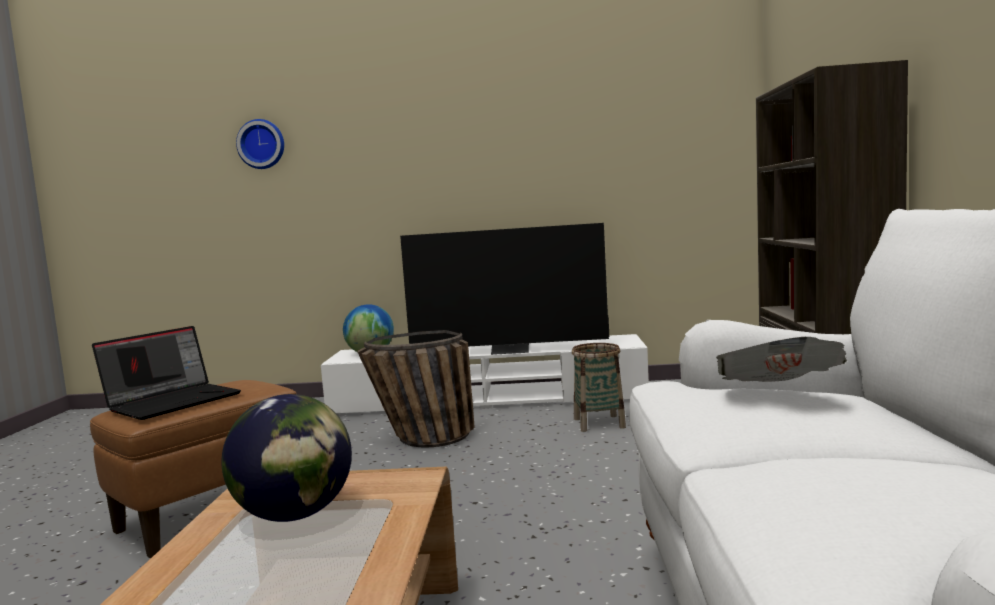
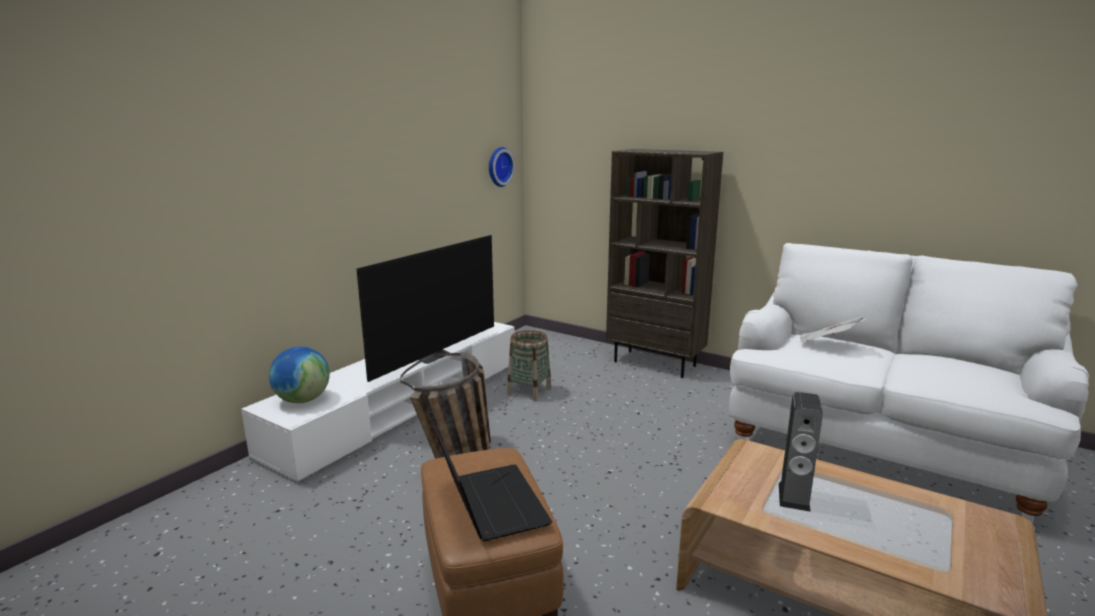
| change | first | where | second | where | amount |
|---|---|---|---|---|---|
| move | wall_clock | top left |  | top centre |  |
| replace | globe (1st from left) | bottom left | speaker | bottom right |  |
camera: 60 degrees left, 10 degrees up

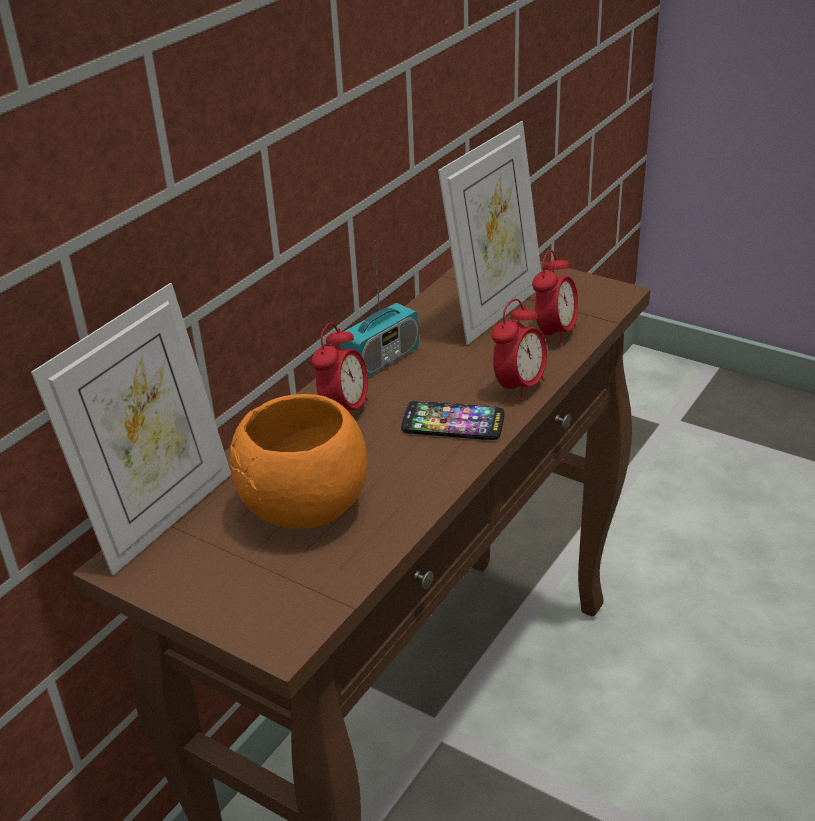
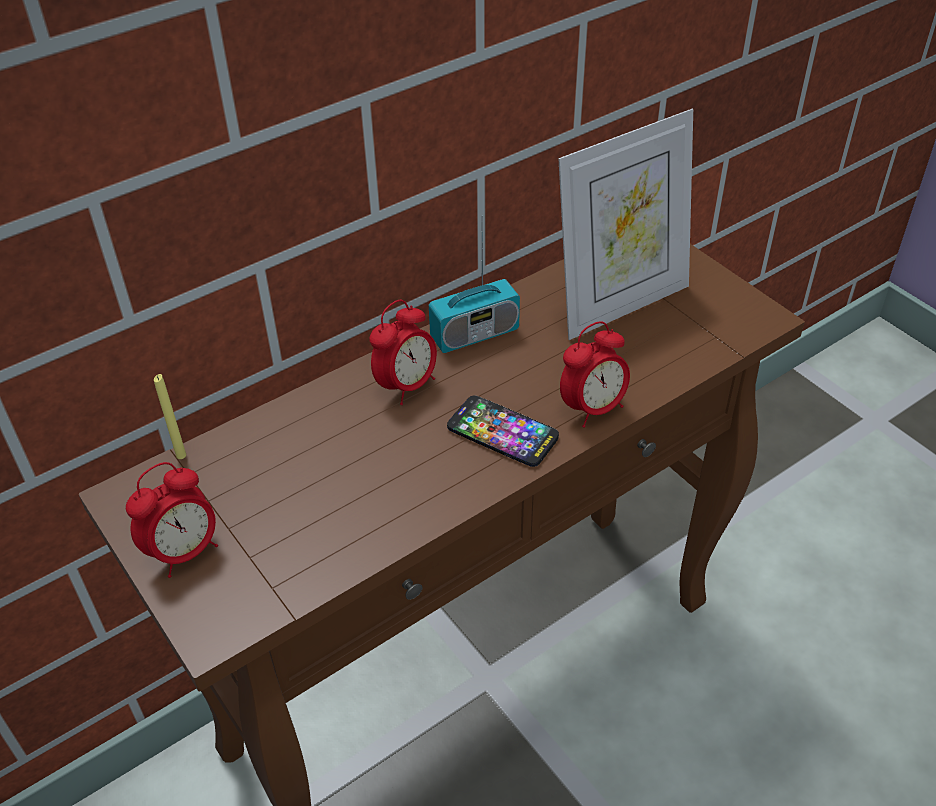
| change | first | where | second | where | amount |
|---|---|---|---|---|---|
| move | alarm_clock (3rd from left in the first image) | middle right | alarm_clock (1st from left) | middle left |  |
| replace | picture_frame (1st from left) | middle left | yellow_candle | middle left |  |
| delete | orange_bowl | centre |  |  |  |
camera: 20 degrees right, 10 degrees up

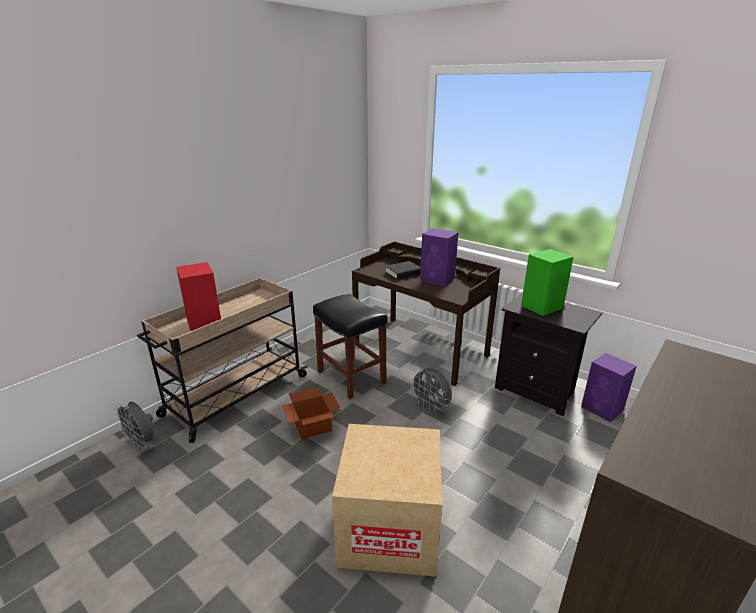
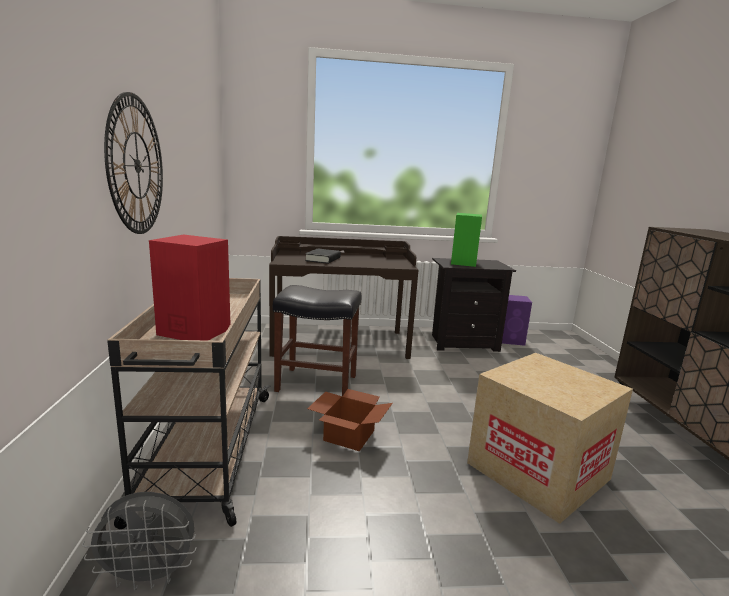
| change | first | where | second | where | amount |
|---|---|---|---|---|---|
| delete | purple_speaker (1st from left) | centre |  |  |  |
| delete | grey_fan (2nd from left) | centre |  |  |  |
| insert |  |  | wall_clock | top left |  |
camera: 45 degrees left, 10 degrees down

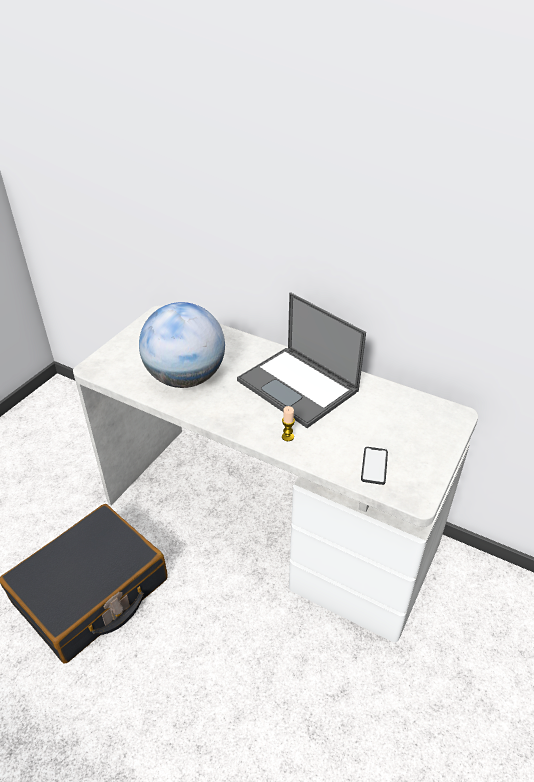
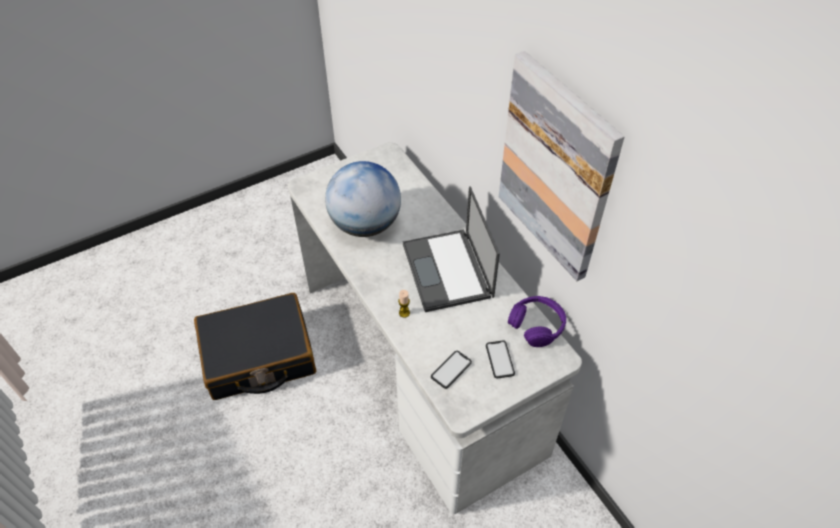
| change | first | where | second | where | amount |
|---|---|---|---|---|---|
| insert |  |  | picture | top right |  |
| insert |  |  | purple_headphones | centre |  |
| insert |  |  | phone (2nd from left) | bottom centre |  |
camera: 30 degrees right, 10 degrees up

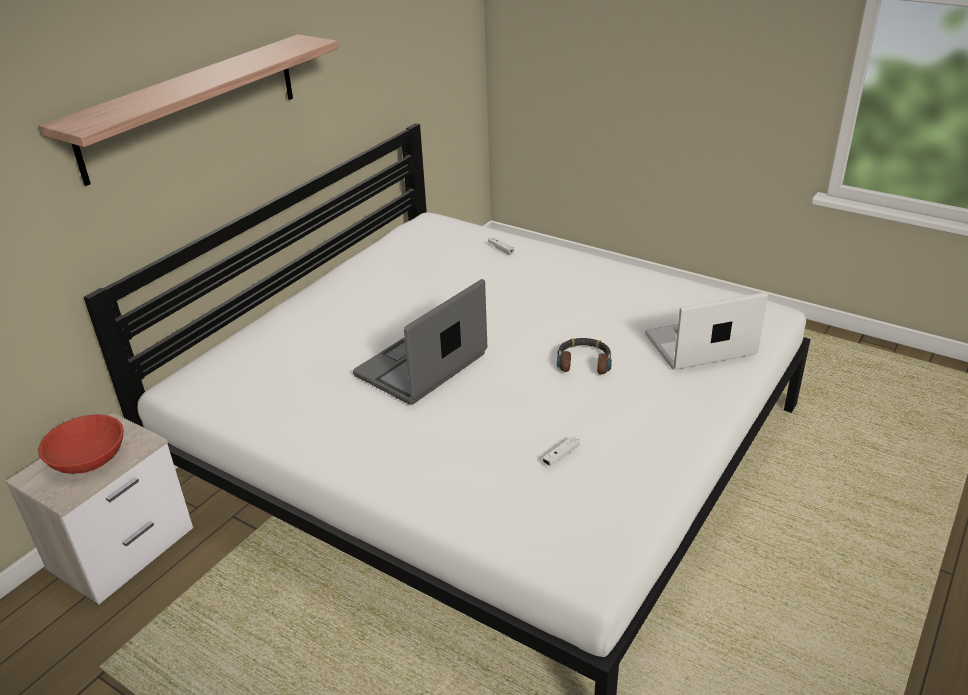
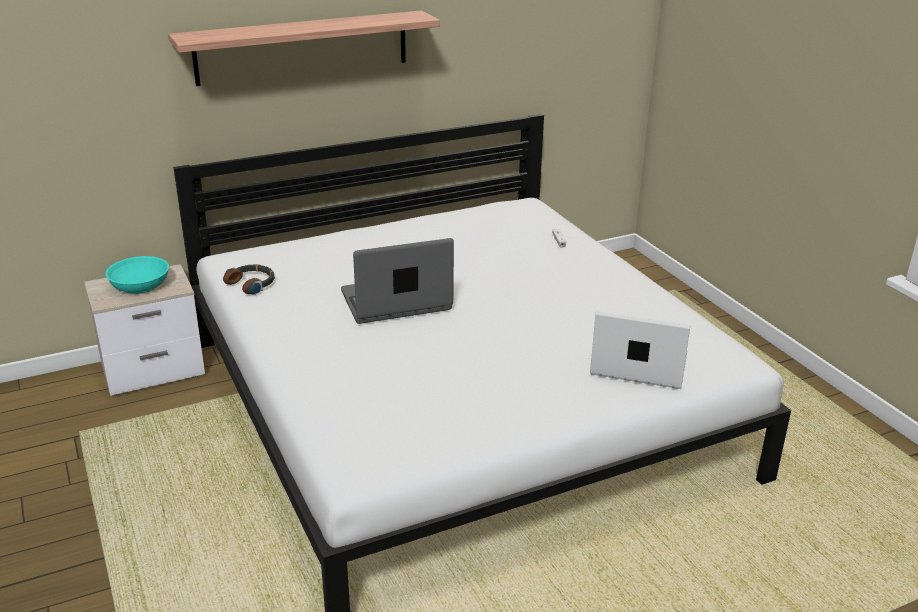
| change | first | where | second | where | amount |
|---|---|---|---|---|---|
| move | headphones | centre |  | middle left |  |
| recolor | red_bowl | middle left | turquoise_bowl | middle left |  |
| delete | white_game_controller (2nd from left) | centre |  |  |  |
camera: 30 degrees right, 5 degrees down

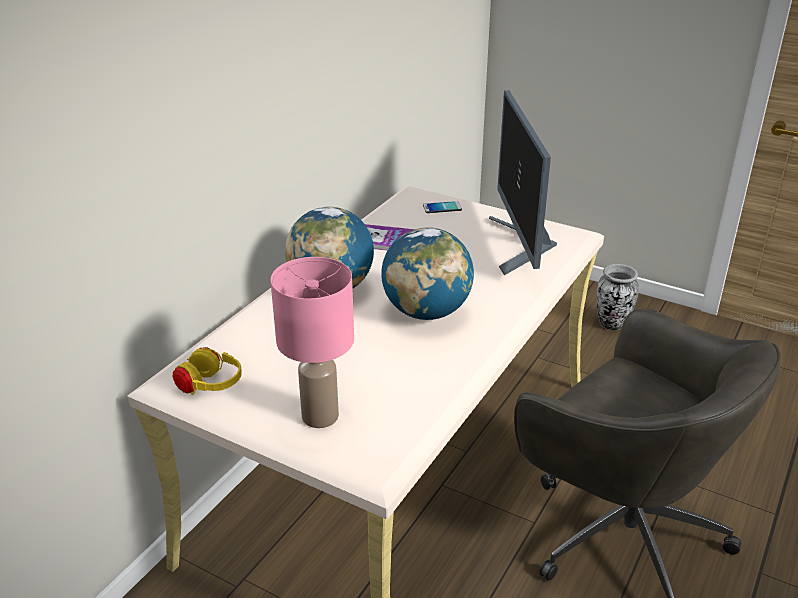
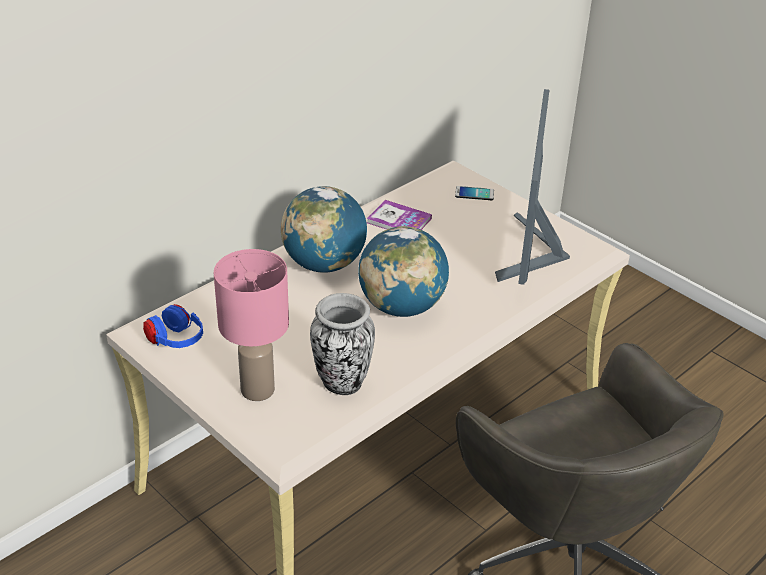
| change | first | where | second | where | amount |
|---|---|---|---|---|---|
| move | vase | middle right |  | centre |  |
| recolor | yellow_headphones | middle left | blue_headphones | middle left |  |
camera: 15 degrees right, 5 degrees up

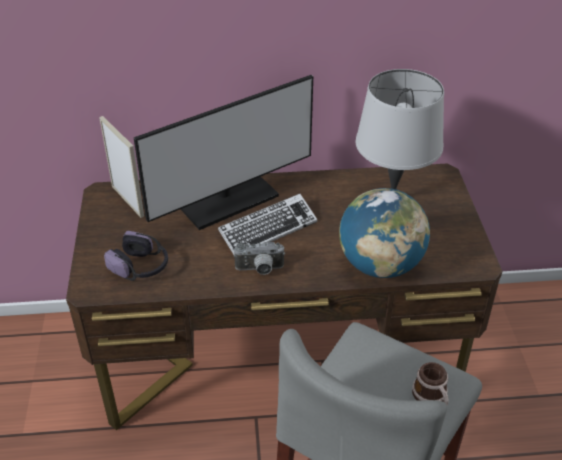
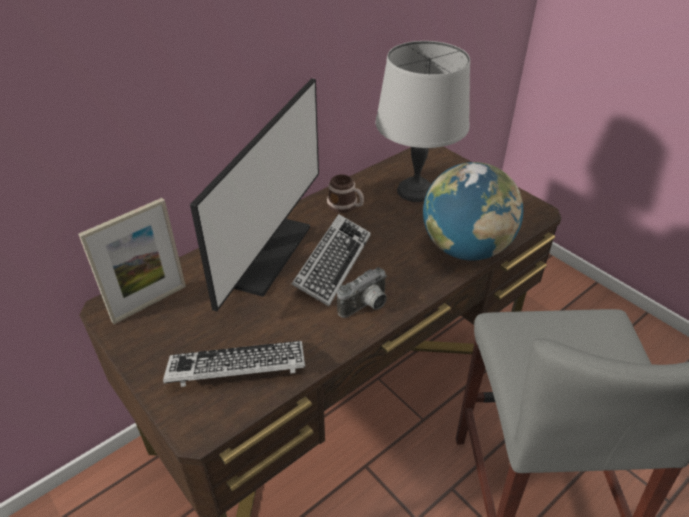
| change | first | where | second | where | amount |
|---|---|---|---|---|---|
| rotate | picture_frame | middle left |  | middle left | 120 degrees clockwise |
| replace | headphones | middle left | keyboard (1st from left) | bottom centre |  |
| move | mug | bottom right |  | centre |  |
camera: 35 degrees left, 0 degrees up

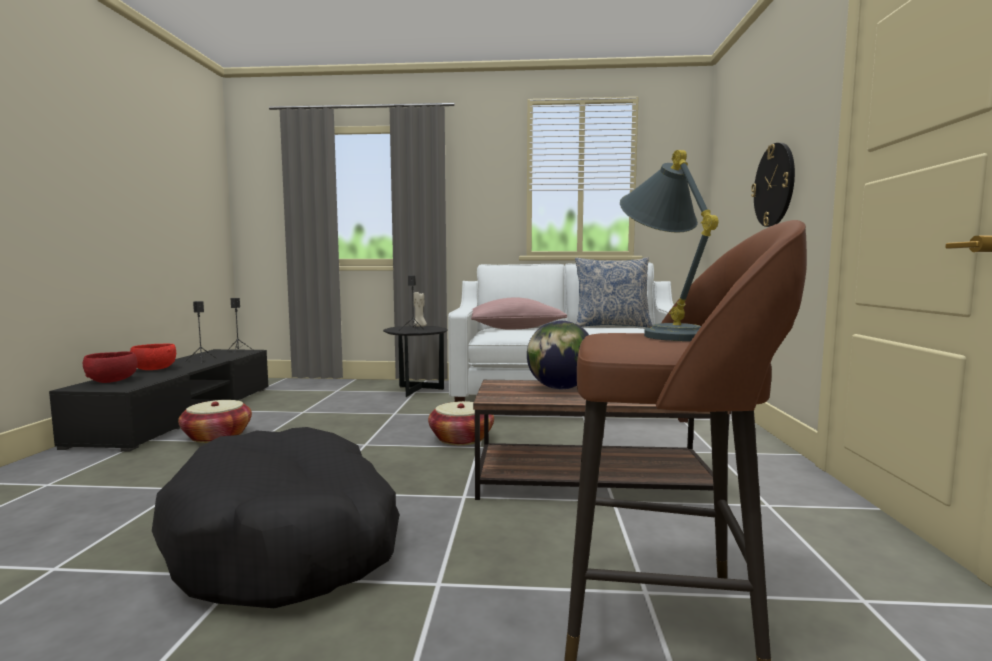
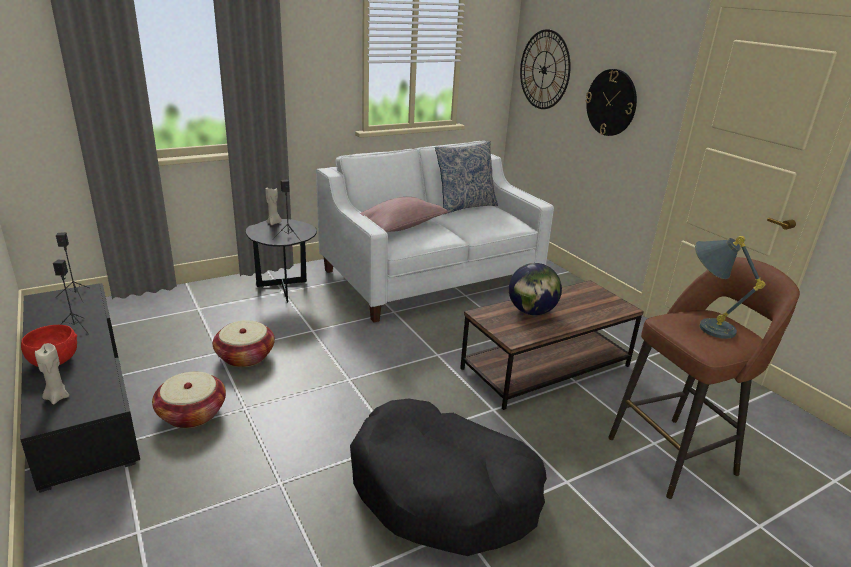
| change | first | where | second | where | amount |
|---|---|---|---|---|---|
| replace | red_bowl (1st from left) | middle left | beige_candle (1st from left) | middle left |  |
| move | basket (2nd from left) | centre |  | middle left |  |
| insert |  |  | wall_clock (1st from left) | top centre |  |
camera: 35 degrees left, 20 degrees up

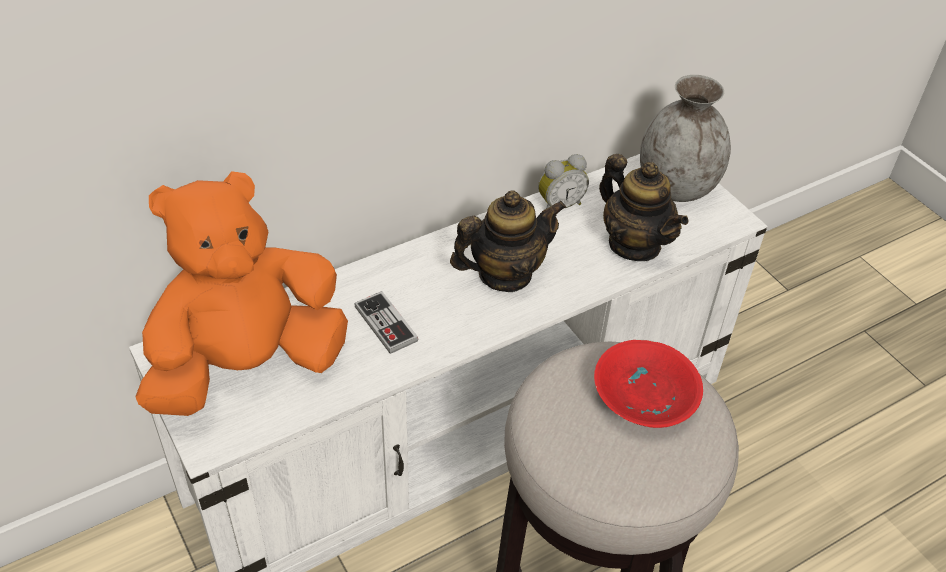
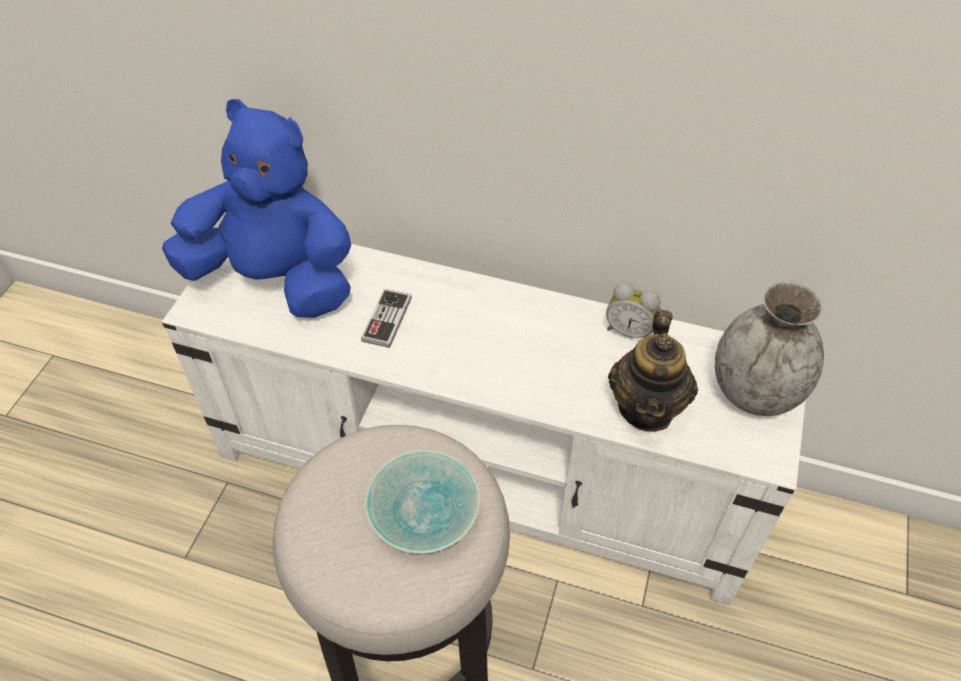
| change | first | where | second | where | amount |
|---|---|---|---|---|---|
| recolor | orange_plush_toy | middle left | blue_plush_toy | top left |  |
| delete | teapot (1st from left) | centre |  |  |  |
| recolor | red_bowl | bottom right | turquoise_bowl | bottom centre |  |
camera: 50 degrees right, 5 degrees up

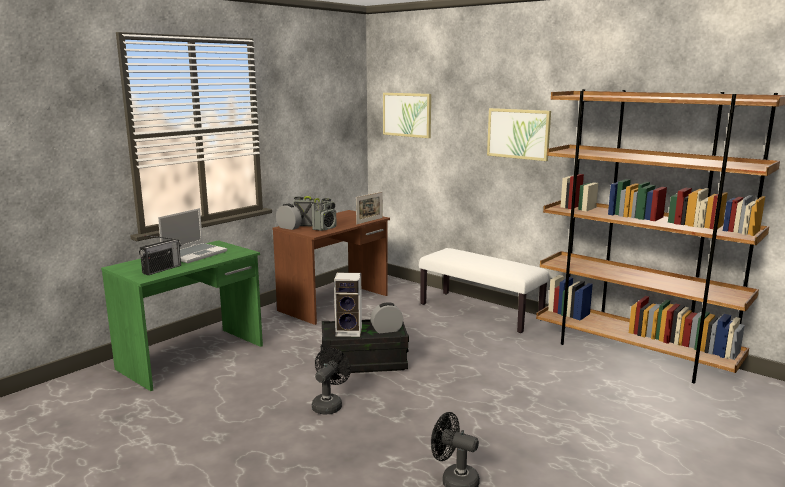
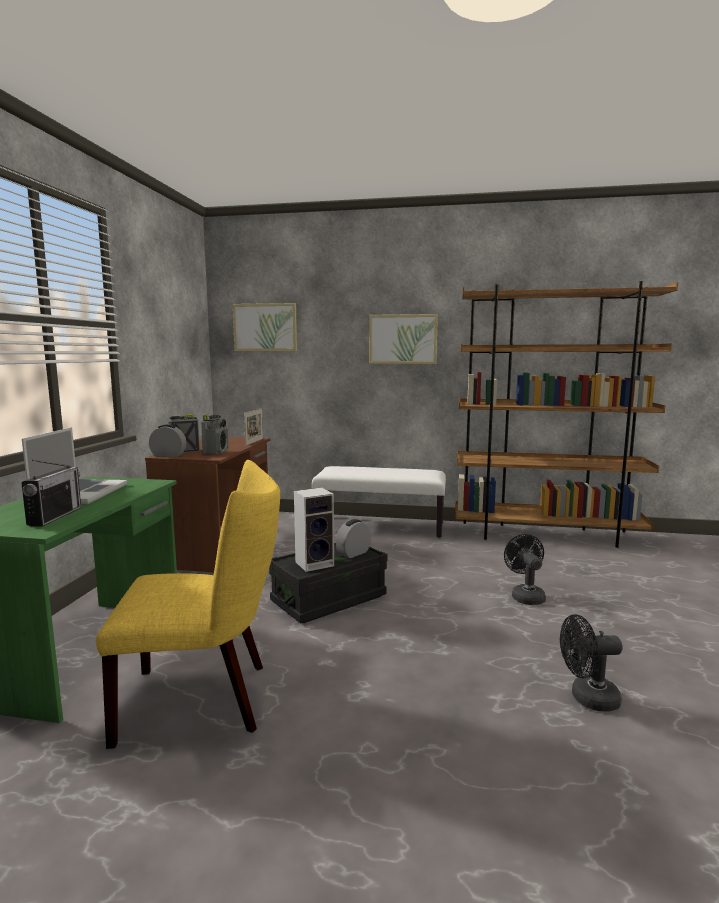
| change | first | where | second | where | amount |
|---|---|---|---|---|---|
| move | black_fan (1st from left) | bottom centre |  | middle right |  |
| insert |  |  | yellow_chair | bottom left |  |
camera: 30 degrees left, 5 degrees down

